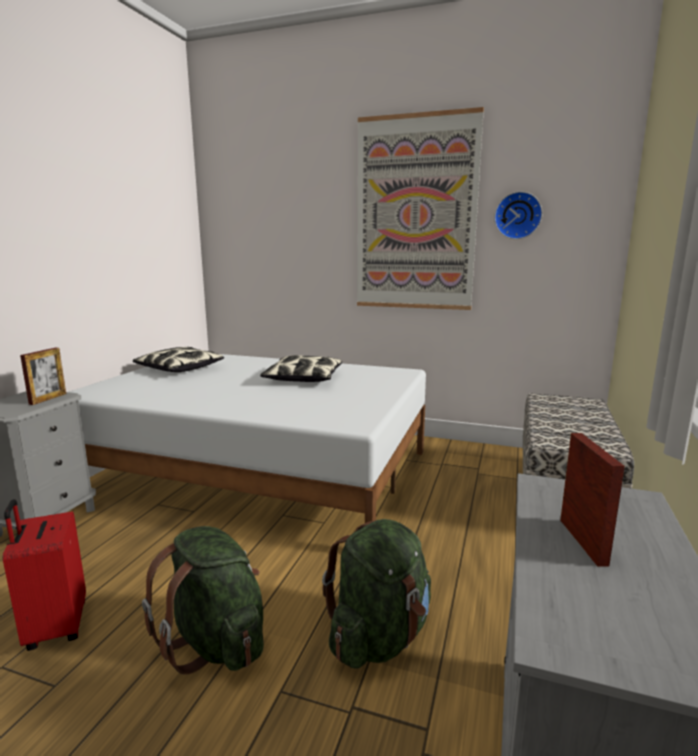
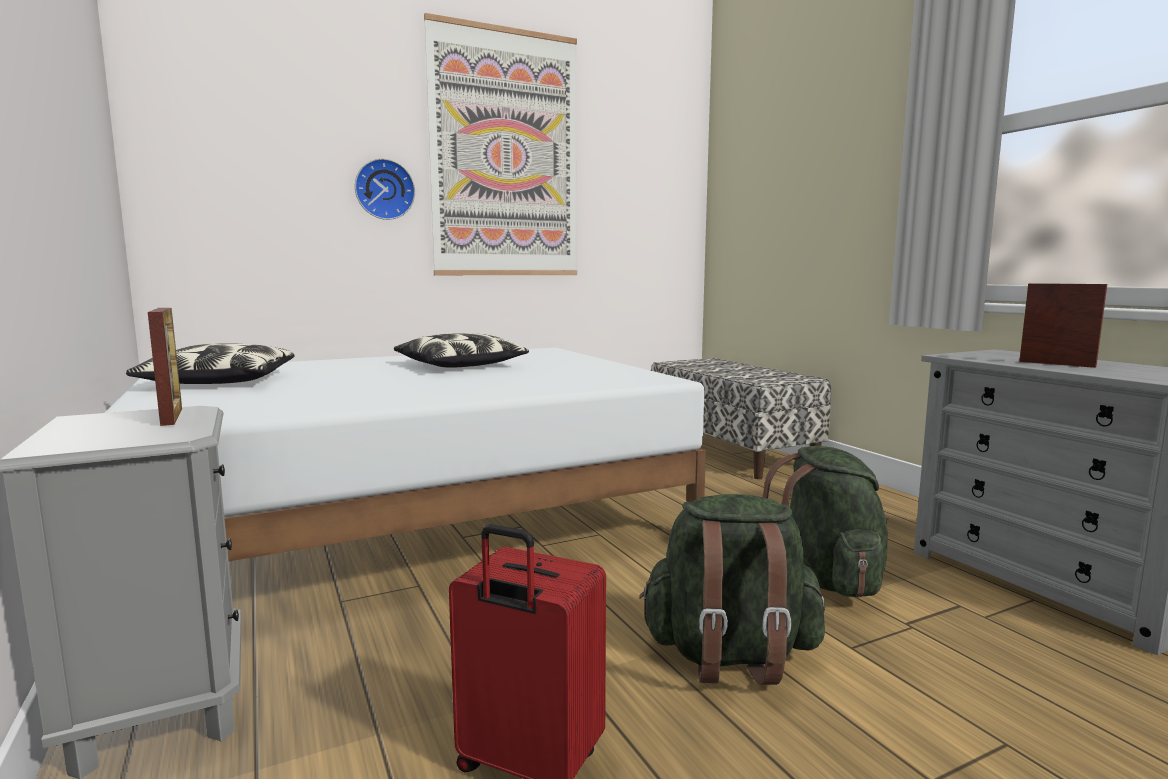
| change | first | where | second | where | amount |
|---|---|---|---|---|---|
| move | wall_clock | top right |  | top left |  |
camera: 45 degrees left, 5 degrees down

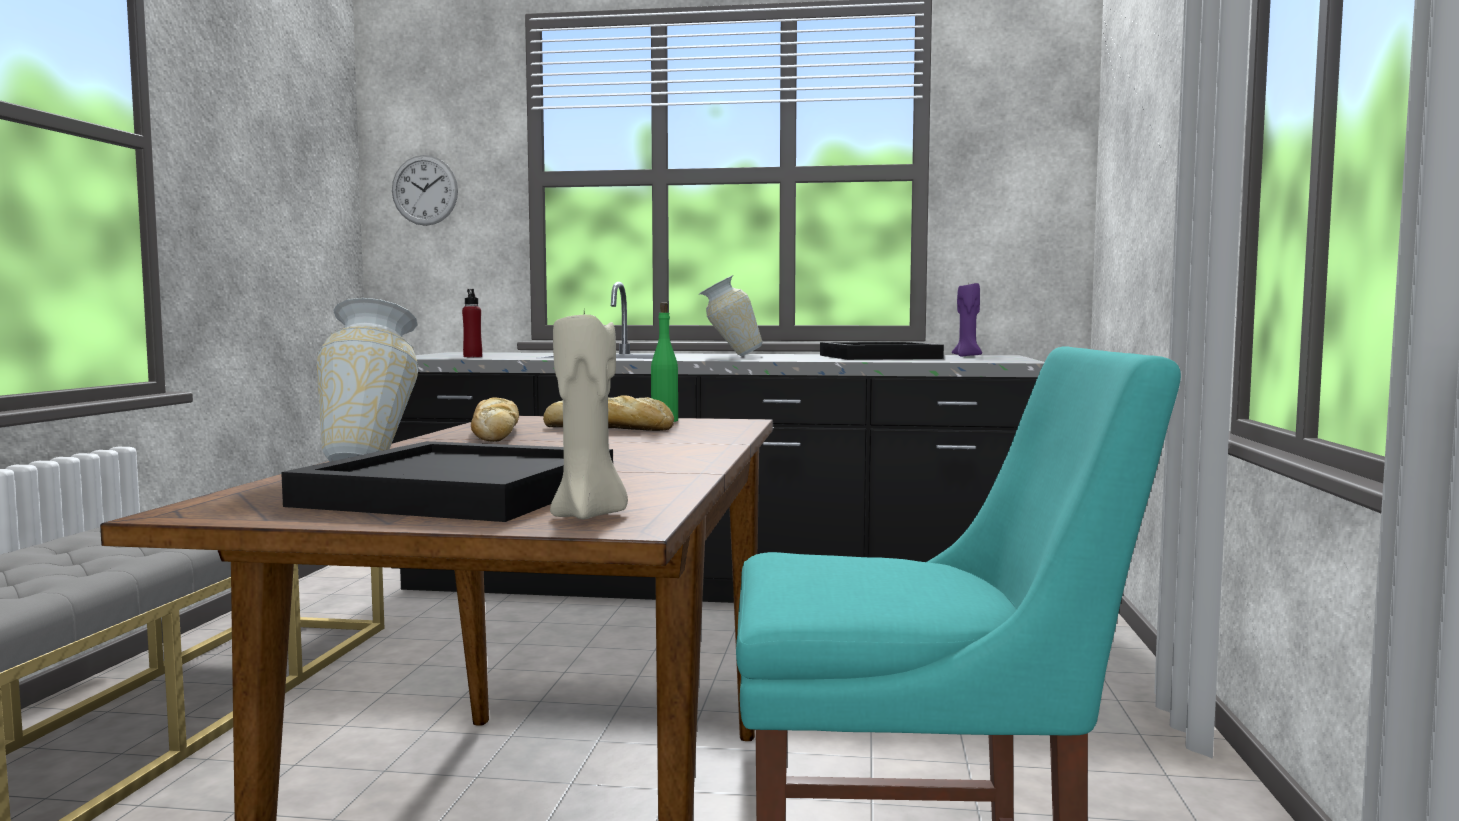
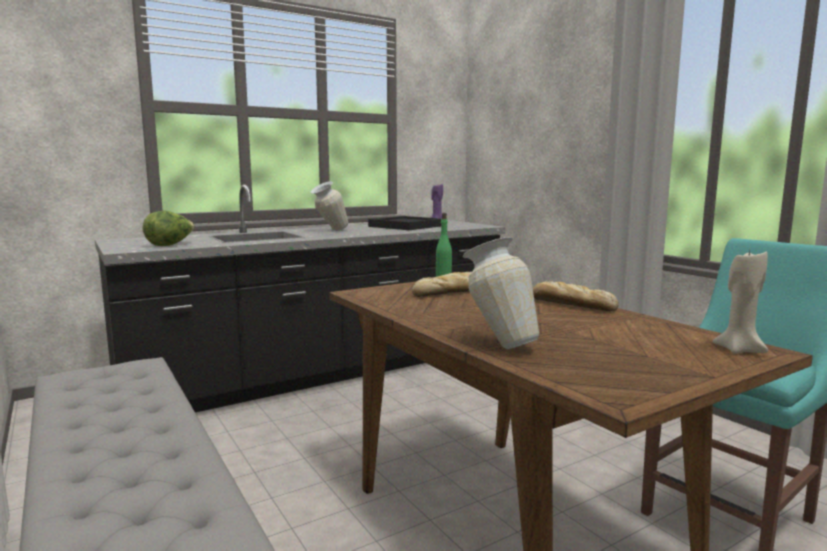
| change | first | where | second | where | amount |
|---|---|---|---|---|---|
| delete | wall_clock | top left |  |  |  |
| replace | red_bottle | middle left | lettuce | middle left |  |
| move | bread (1st from left in the first image) | centre | bread (2nd from left) | middle right |  |
| delete | black_tray (1st from left) | middle left |  |  |  |
camera: 40 degrees left, 5 degrees up

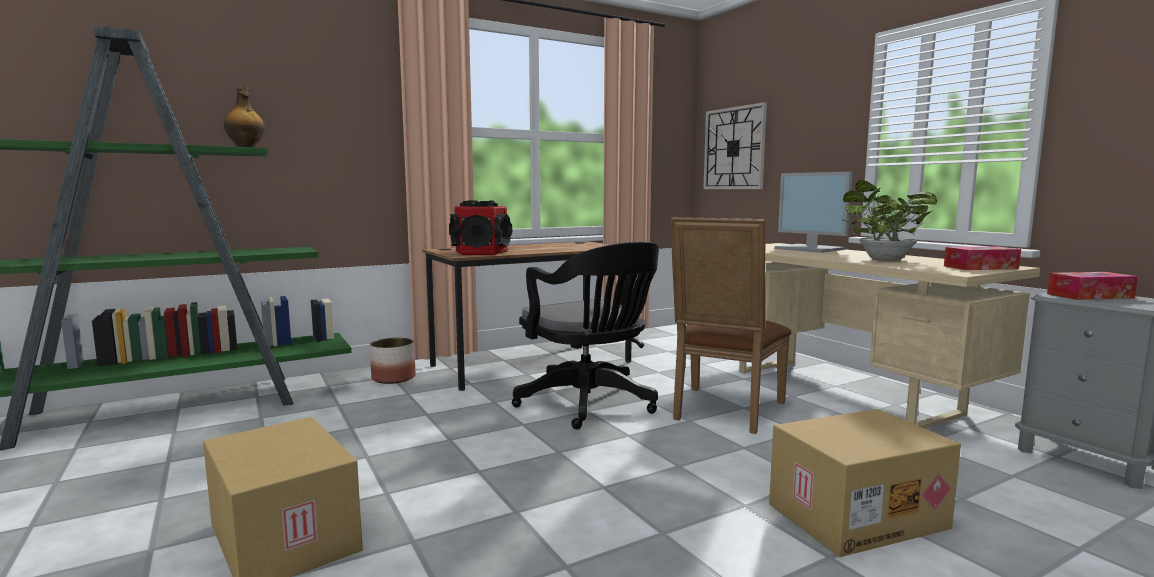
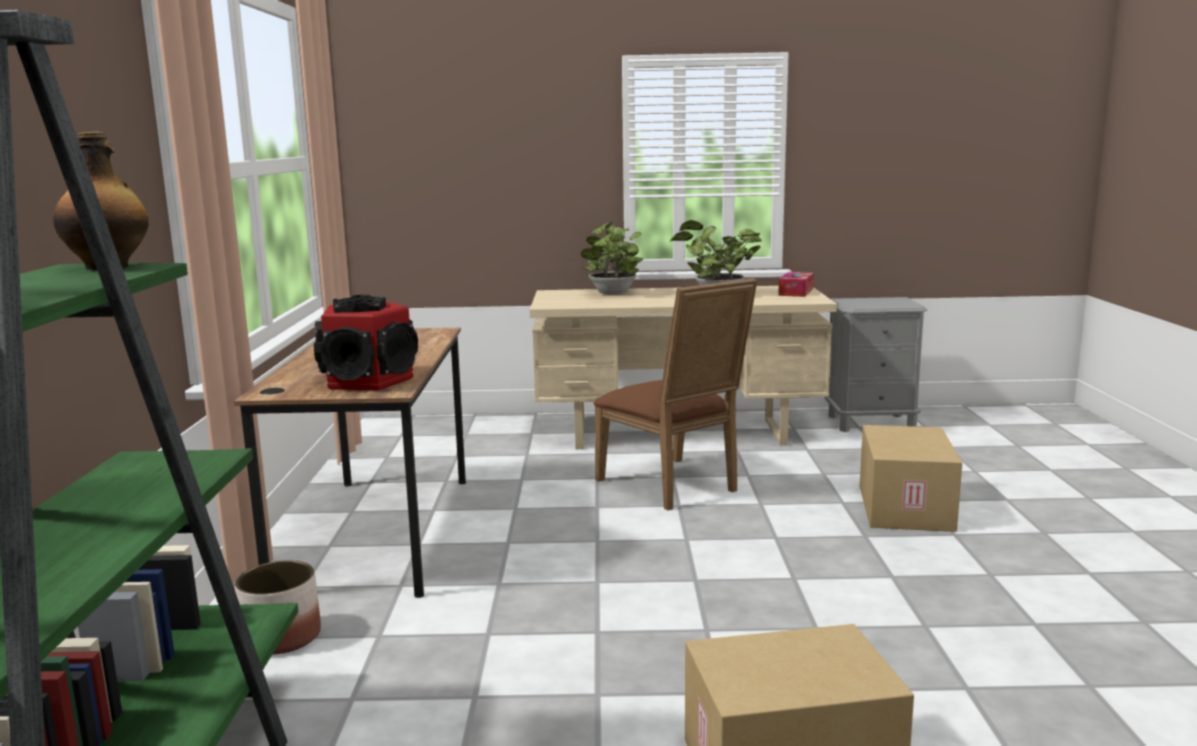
| change | first | where | second | where | amount |
|---|---|---|---|---|---|
| delete | wall_clock | top centre |  |  |  |
| replace | monitor | middle right | potted_plant (1st from left) | centre |  |
| delete | black_office_chair | centre |  |  |  |
| delete | tissue_box (2nd from left) | middle right |  |  |  |
camera: 60 degrees left, 5 degrees up

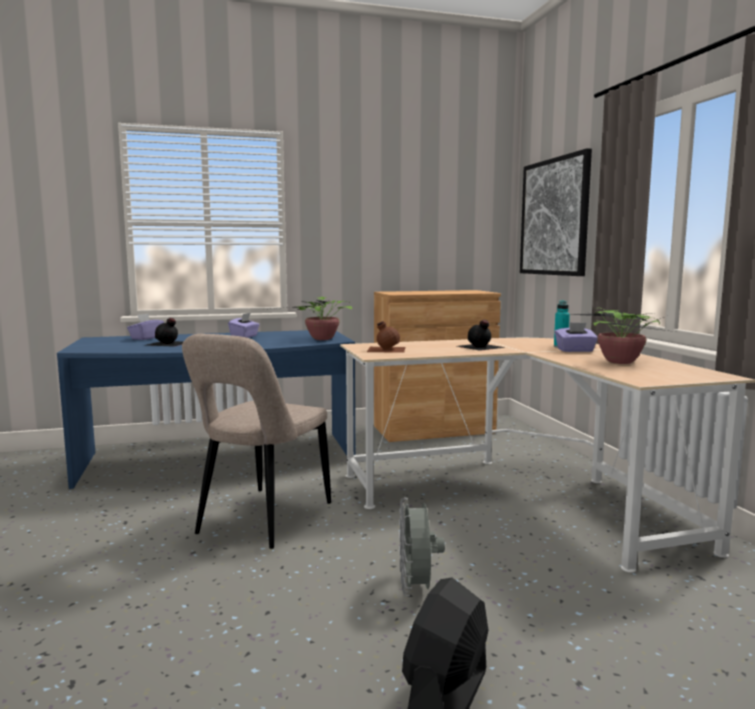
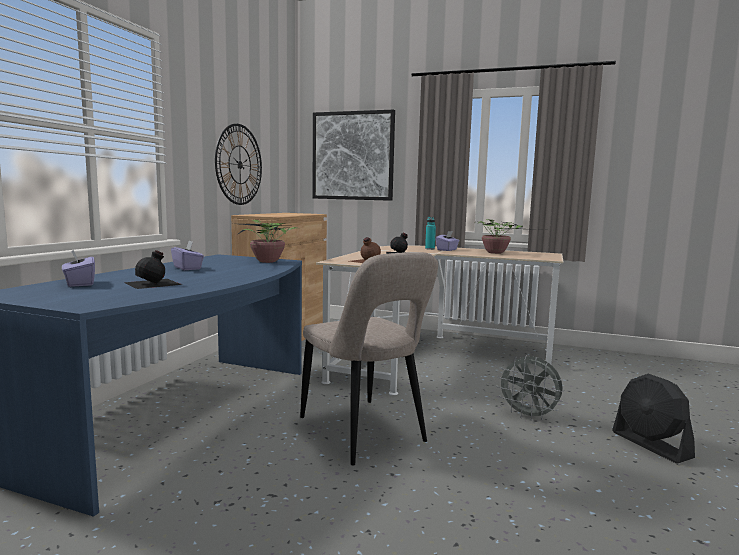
| change | first | where | second | where | amount |
|---|---|---|---|---|---|
| insert |  |  | wall_clock | top left |  |
camera: 55 degrees left, 0 degrees up

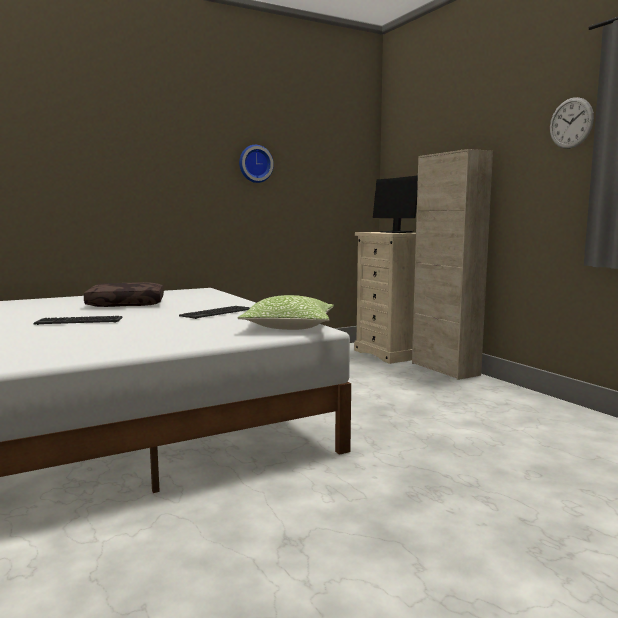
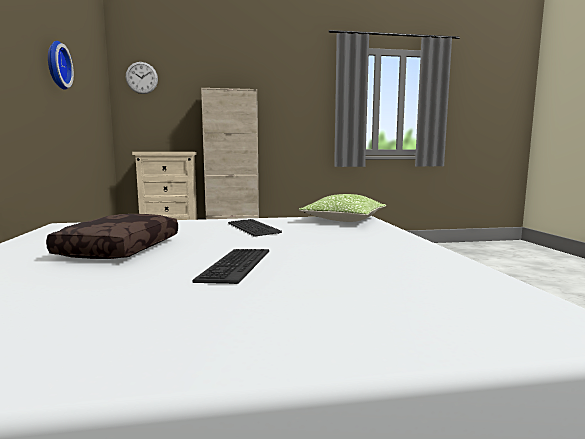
| change | first | where | second | where | amount |
|---|---|---|---|---|---|
| move | wall_clock (2nd from left) | top right |  | top left |  |
| delete | monitor | top centre |  |  |  |
camera: 70 degrees left, 0 degrees up

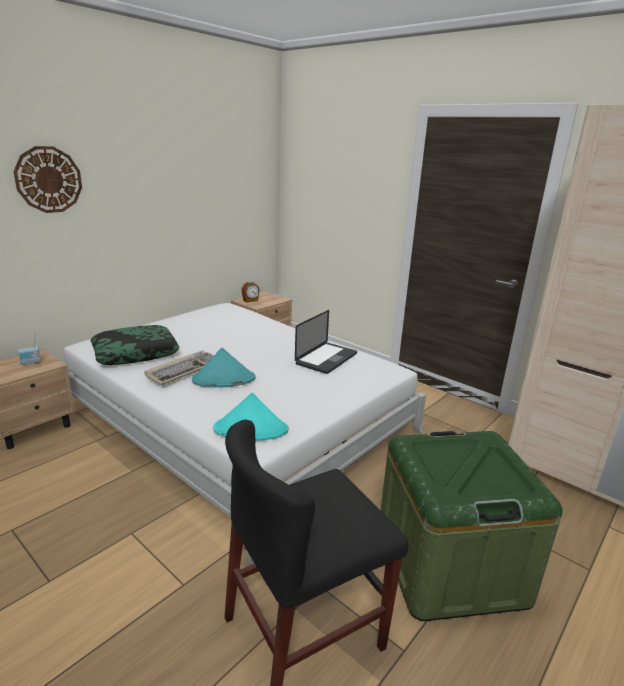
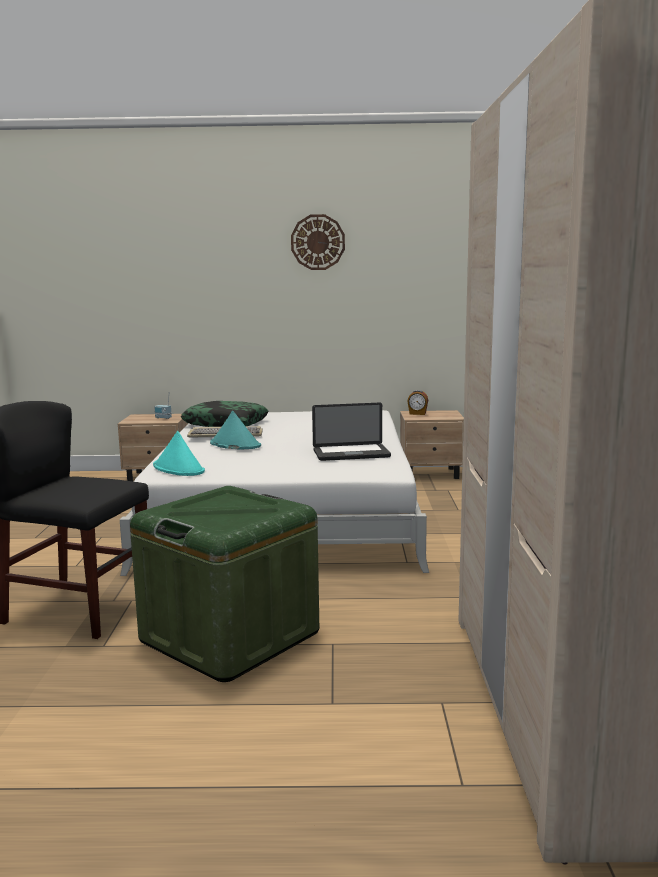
| change | first | where | second | where | amount |
|---|---|---|---|---|---|
| move | wall_clock | top left |  | top centre |  |
camera: 50 degrees right, 10 degrees down

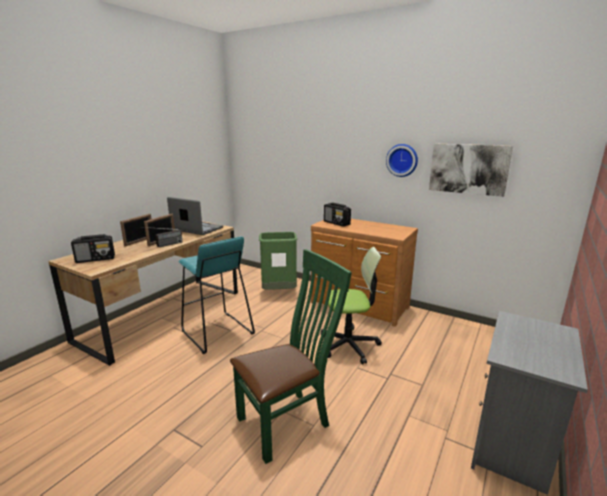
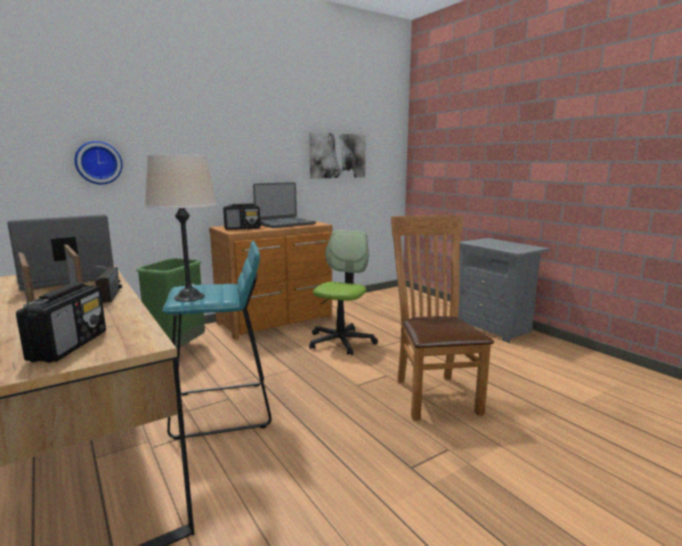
| change | first | where | second | where | amount |
|---|---|---|---|---|---|
| move | wall_clock | top centre |  | top left |  |
| recolor | green_chair | bottom centre | brown_chair | centre |  |
| insert |  |  | beige_table_lamp | middle left |  |
| insert |  |  | laptop (2nd from left) | centre |  |
camera: 65 degrees left, 5 degrees down

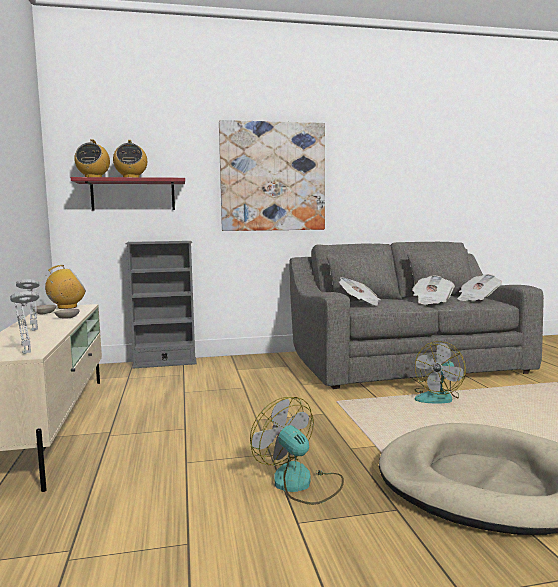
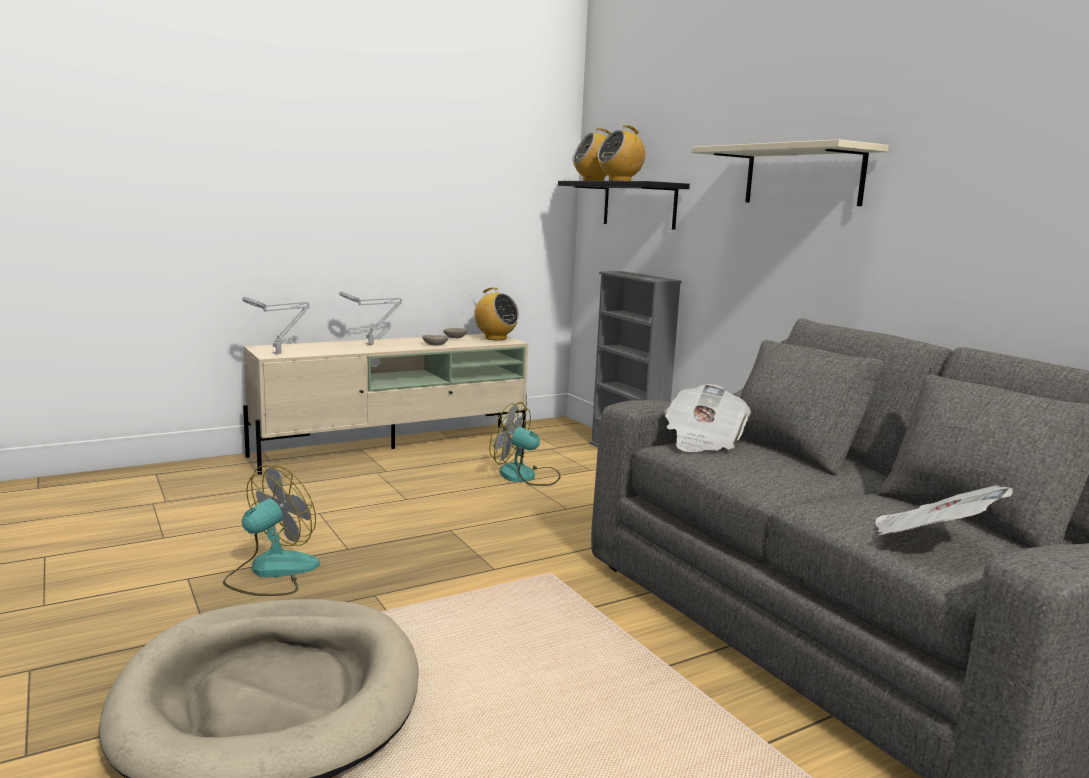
| change | first | where | second | where | amount |
|---|---|---|---|---|---|
| replace | picture | top centre | beige_shelf | top right |  |
| recolor | red_shelf | top left | black_shelf | top centre |  |
| delete | newspaper (2nd from left) | middle right |  |  |  |
| move | fan (2nd from left) | middle right |  | centre |  |
camera: 70 degrees right, 5 degrees up

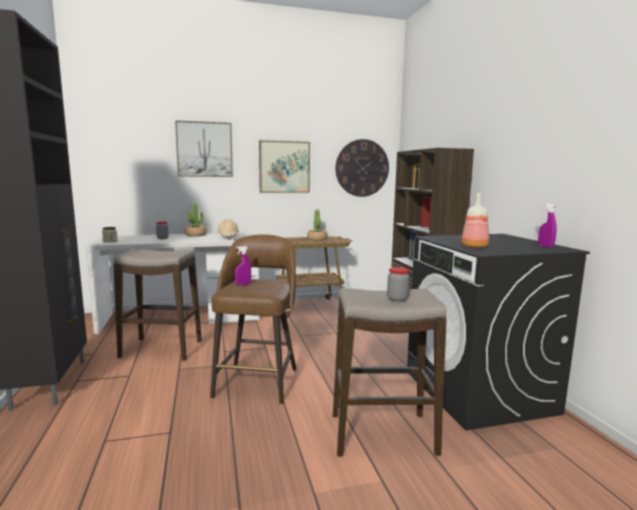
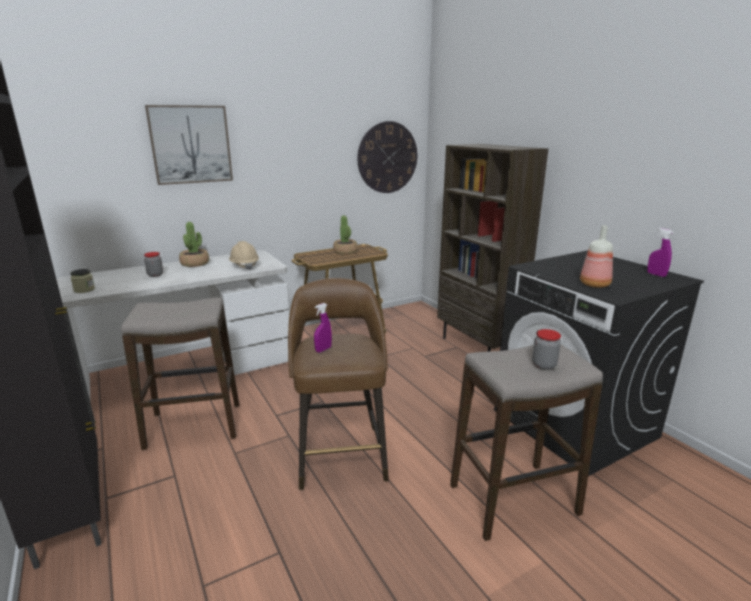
| change | first | where | second | where | amount |
|---|---|---|---|---|---|
| delete | picture (2nd from left) | top centre |  |  |  |
camera: 15 degrees left, 10 degrees up

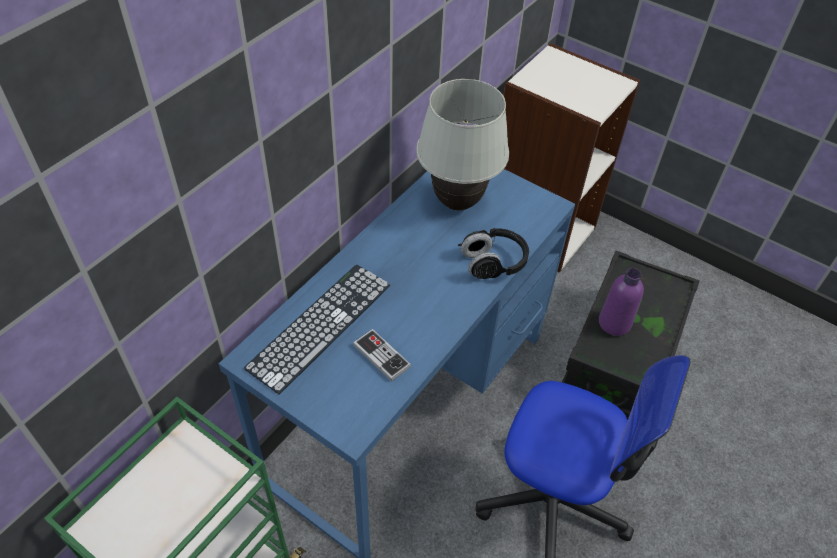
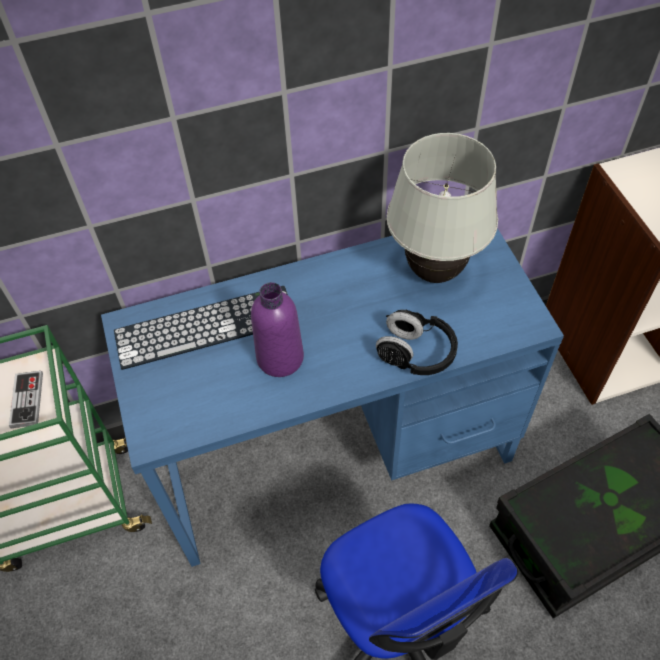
| change | first | where | second | where | amount |
|---|---|---|---|---|---|
| move | purple_bottle | middle right |  | centre |  |
| move | game_controller | centre |  | middle left |  |
camera: 40 degrees right, 5 degrees up

